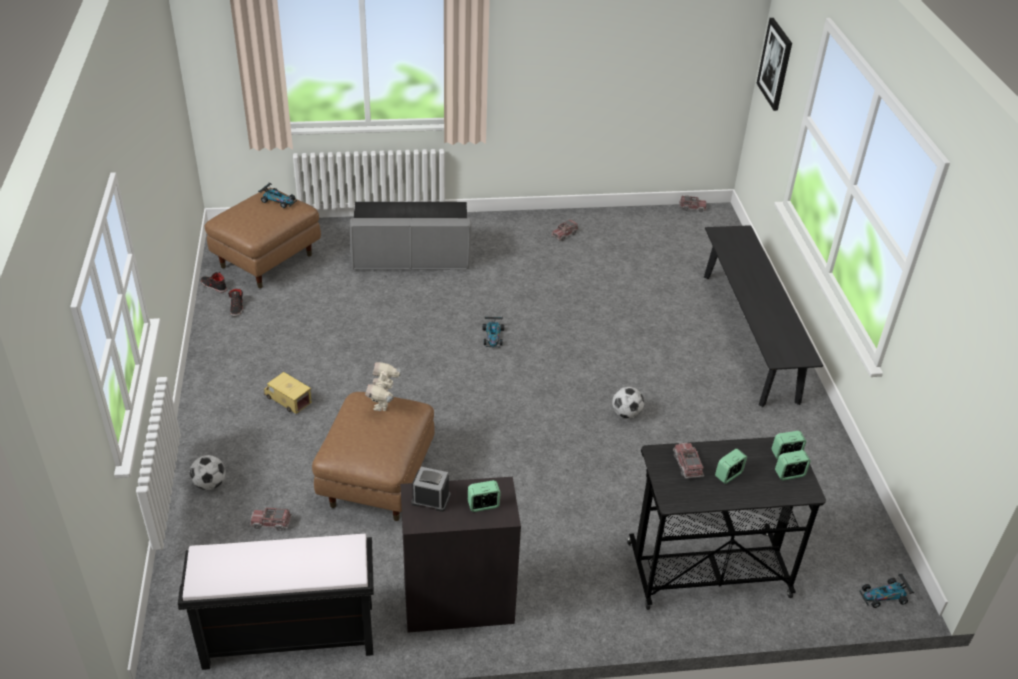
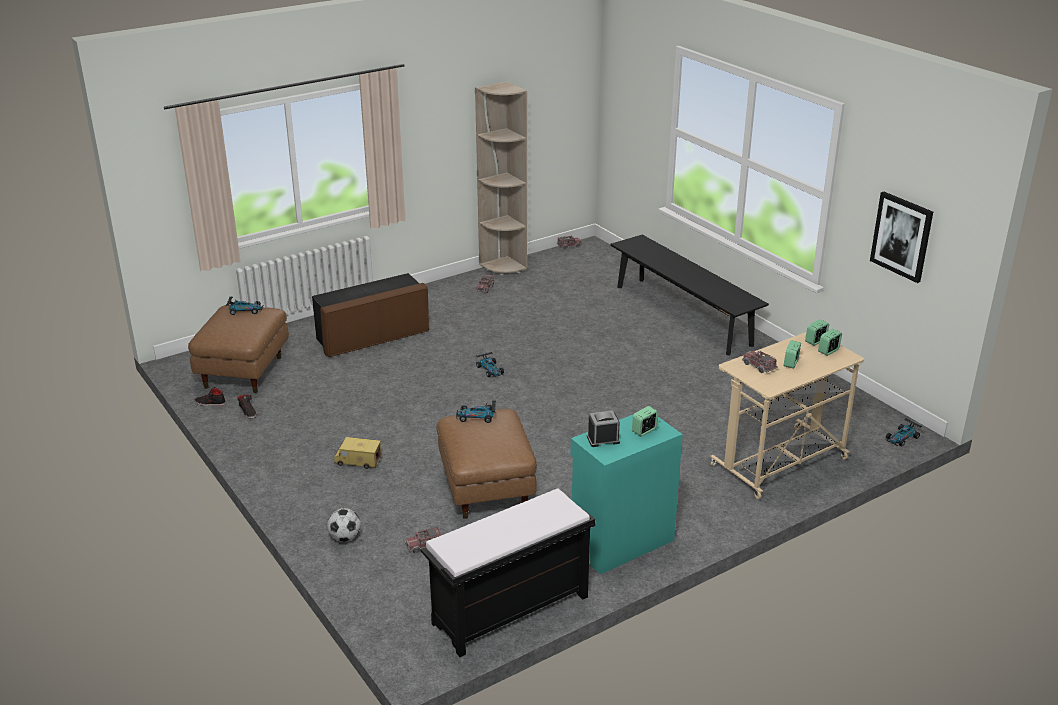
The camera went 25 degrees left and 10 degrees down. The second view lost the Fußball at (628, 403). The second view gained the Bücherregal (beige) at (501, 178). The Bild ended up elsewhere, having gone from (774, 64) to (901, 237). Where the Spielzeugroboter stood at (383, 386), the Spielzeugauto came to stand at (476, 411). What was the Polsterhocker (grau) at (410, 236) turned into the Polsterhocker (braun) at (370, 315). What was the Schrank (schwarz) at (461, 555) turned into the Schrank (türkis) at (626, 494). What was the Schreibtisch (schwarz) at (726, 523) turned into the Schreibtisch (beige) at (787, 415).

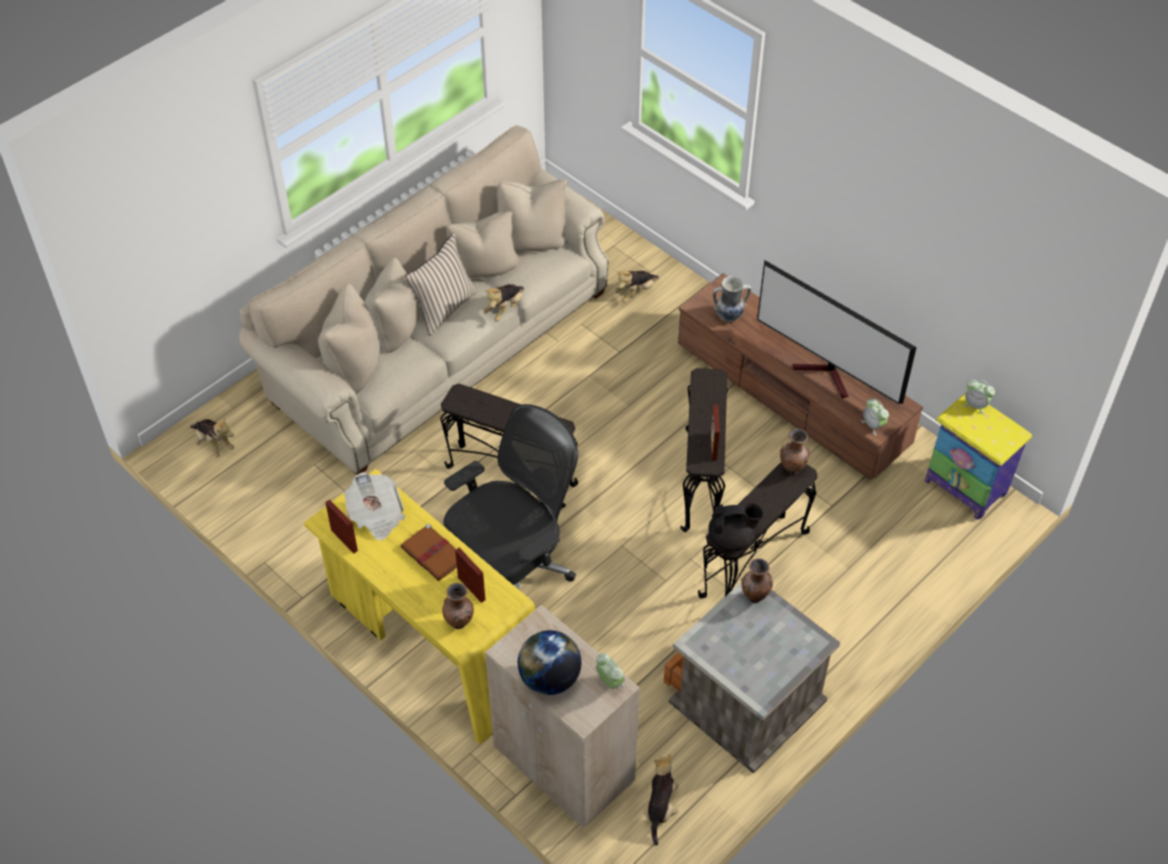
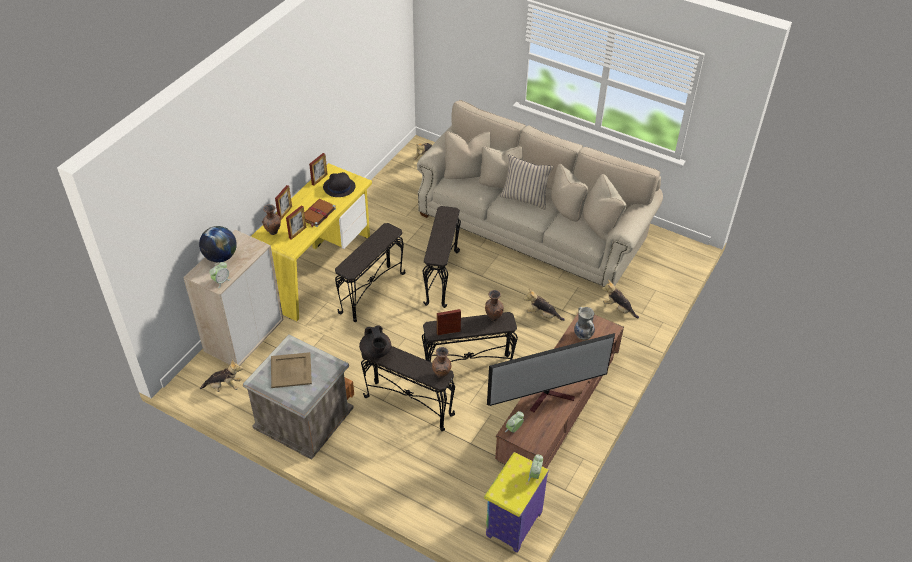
The camera went 75 degrees right and 5 degrees down. The second view gained the Tablett (beige) at (291, 370). The second view gained the Bilderrahmen at (283, 202). The Plüschtier ended up elsewhere, having gone from (503, 303) to (544, 305). The Vase (braun) ended up elsewhere, having gone from (757, 580) to (494, 305). Where the Zeitung stood at (374, 506), the Hut (schwarz) came to stand at (339, 184). Where the Bürostuhl stood at (511, 497), the Beistelltisch (schwarz) came to stand at (370, 272). The Fernseher at (837, 332) ended up facing another way, 135 degrees counterclockwise from before.

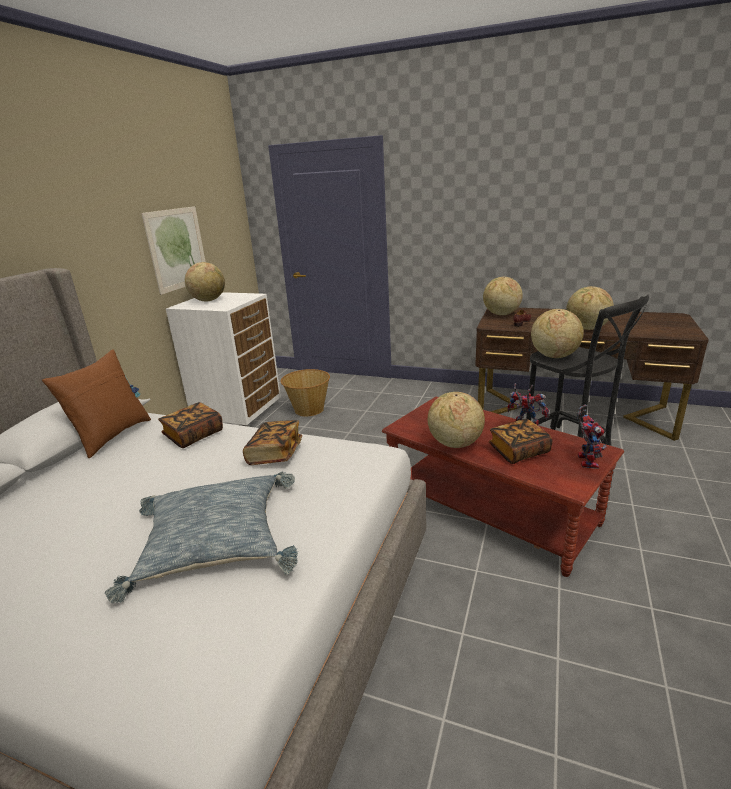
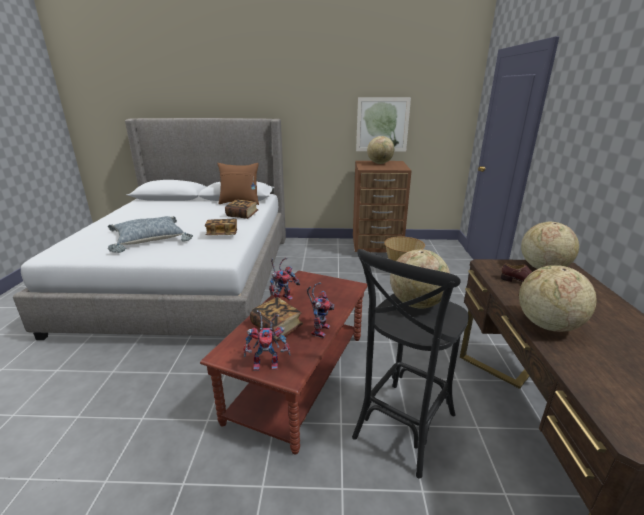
The camera went 70 degrees right and 0 degrees up. Where the Globus stood at (456, 420), the Spielzeugroboter came to stand at (284, 279). What was the Kommode (weiß) at (223, 359) turned into the Kommode (braun) at (382, 206).

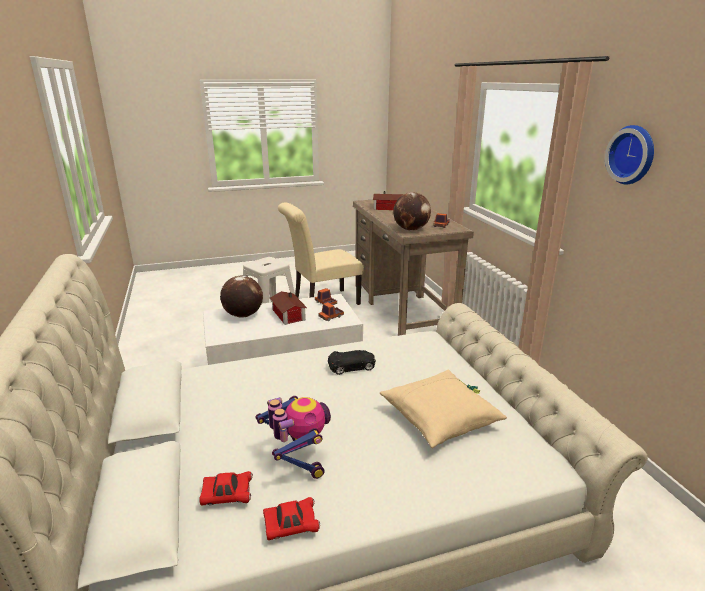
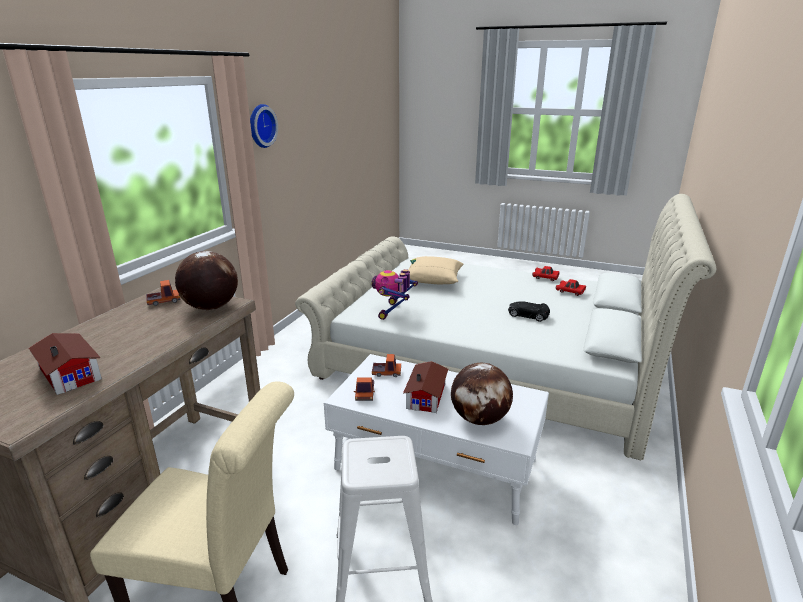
The camera went 140 degrees left and 0 degrees up. The Spielzeugroboter ended up elsewhere, having gone from (293, 437) to (395, 294). The Spielzeugauto (schwarz) ended up elsewhere, having gone from (352, 362) to (529, 311).

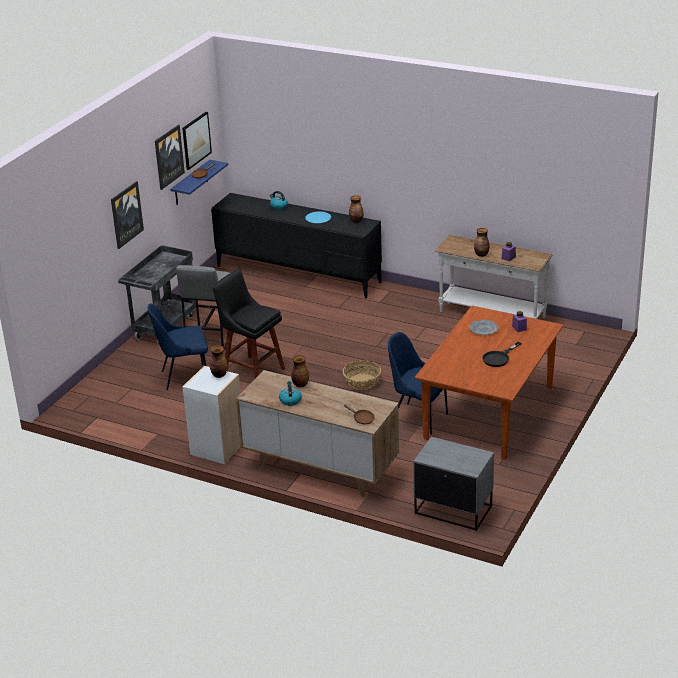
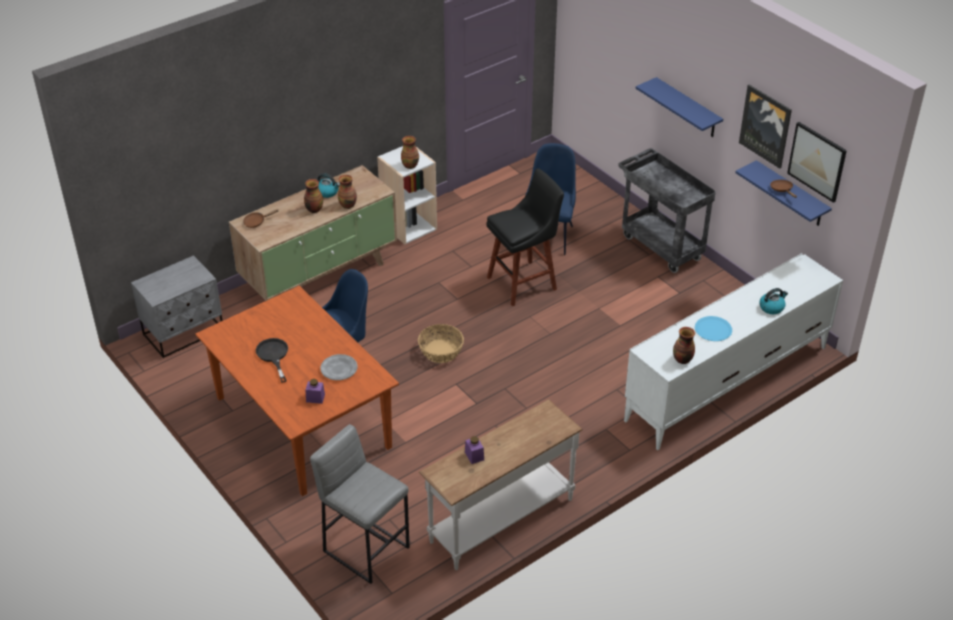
The camera went 115 degrees right and 10 degrees up. The Hocker (grau) ended up elsewhere, having gone from (205, 308) to (360, 504). The Vase ended up elsewhere, having gone from (481, 242) to (313, 196). Where the Bild hung at (127, 215), the Wandregal (blau) came to hang at (679, 107). What was the Schrank (schwarz) at (296, 246) turned into the Schrank (weiß) at (733, 351).

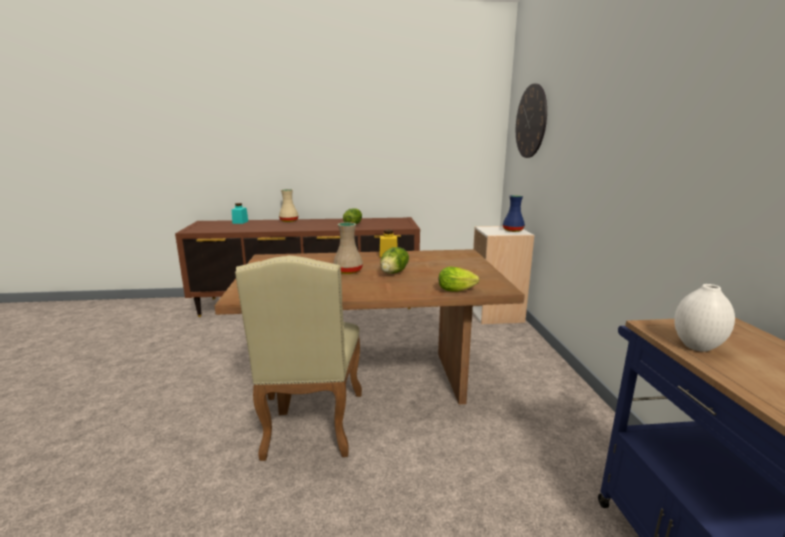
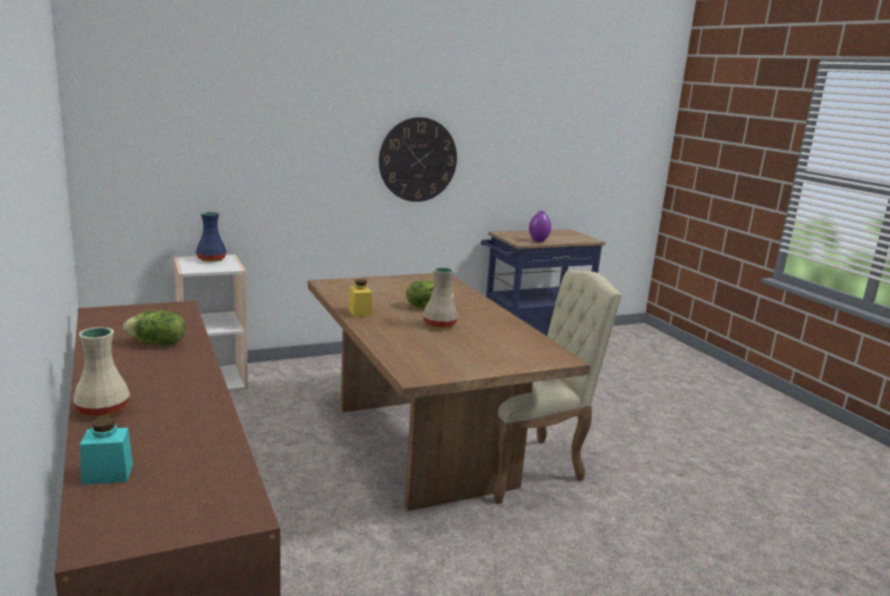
The camera went 110 degrees left and 0 degrees up. The second view lost the Salatkopf at (459, 279). The Wanduhr ended up elsewhere, having gone from (531, 121) to (418, 159). What was the Vase (weiß) at (704, 318) turned into the Vase (lila) at (540, 226).

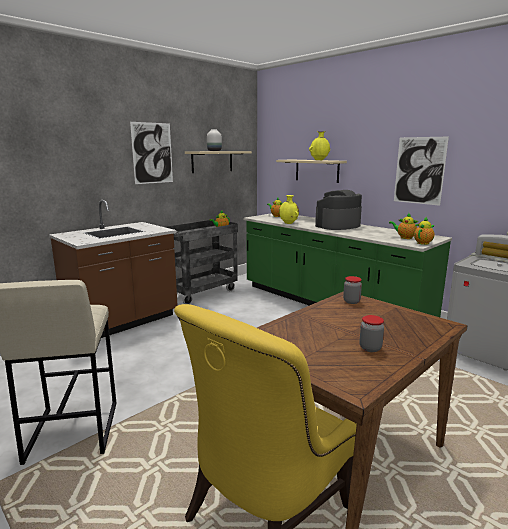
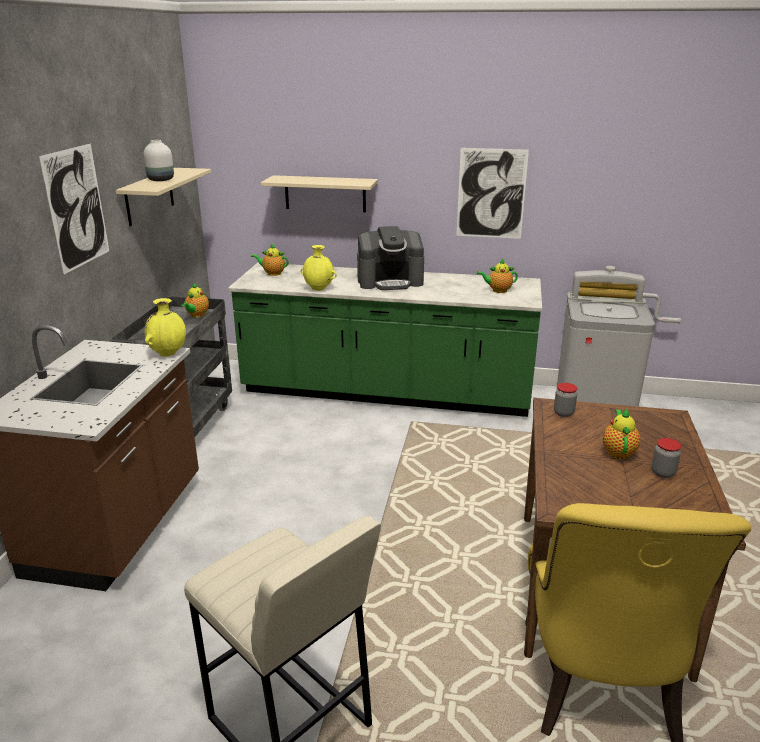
The camera went 35 degrees left and 10 degrees up. The Vase (gelb) ended up elsewhere, having gone from (319, 145) to (165, 327). The Teekanne ended up elsewhere, having gone from (424, 231) to (621, 434). The Kaffeemaschine at (338, 210) ended up facing another way, 120 degrees counterclockwise from before.

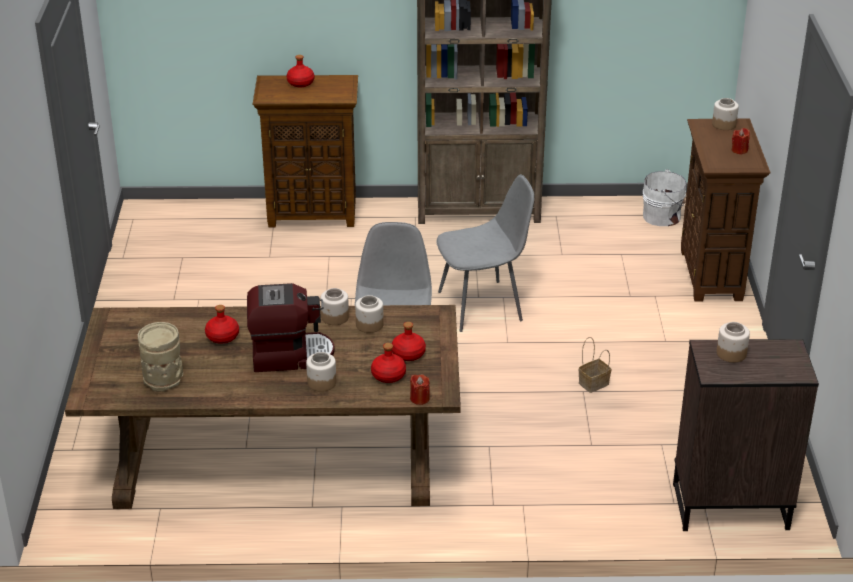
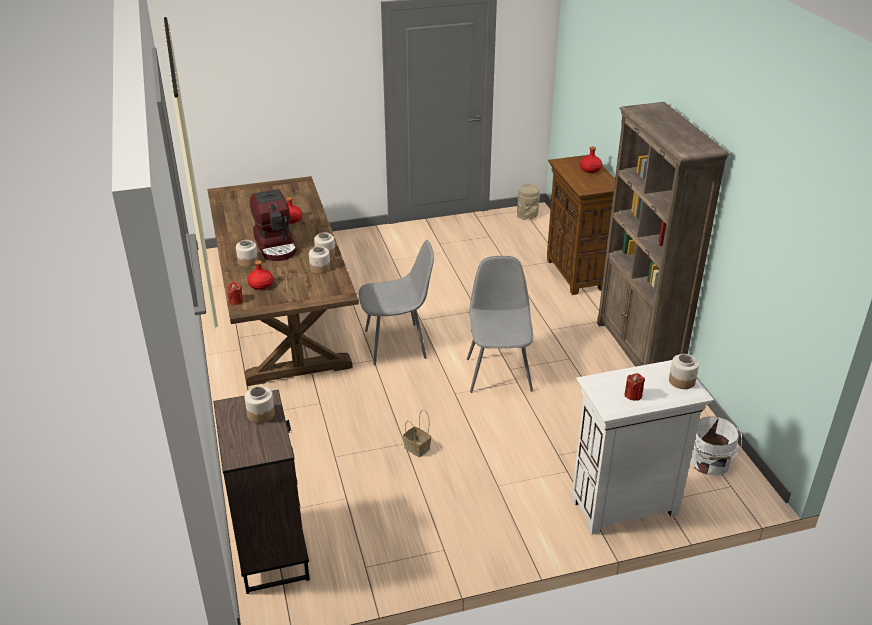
The camera went 75 degrees right and 0 degrees up. The second view lost the Flasche (rot) at (409, 341). The Vase (beige) ended up elsewhere, having gone from (160, 357) to (528, 202). What was the Schrank (braun) at (725, 210) turned into the Schrank (weiß) at (643, 447). The Stuhl (grau) at (485, 253) ended up facing another way, 150 degrees counterclockwise from before.

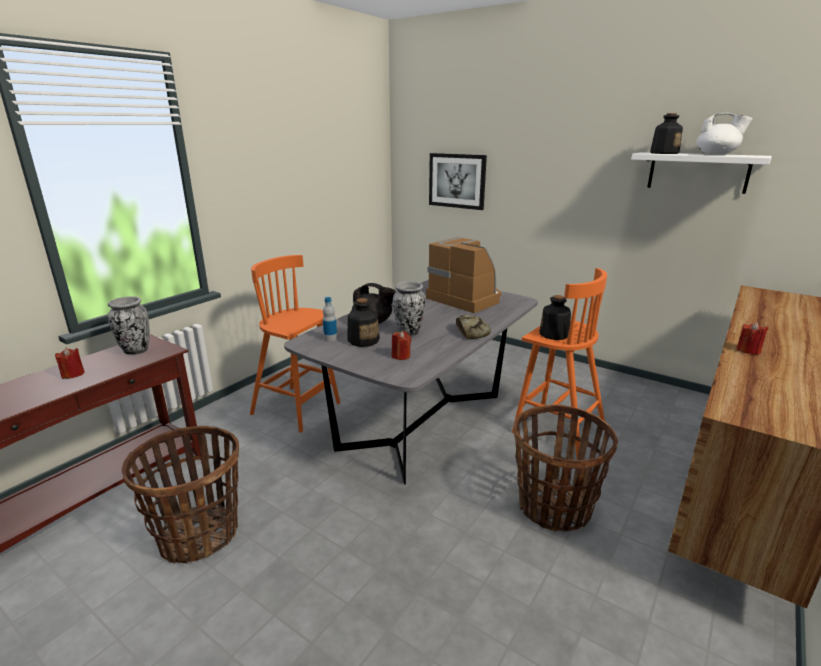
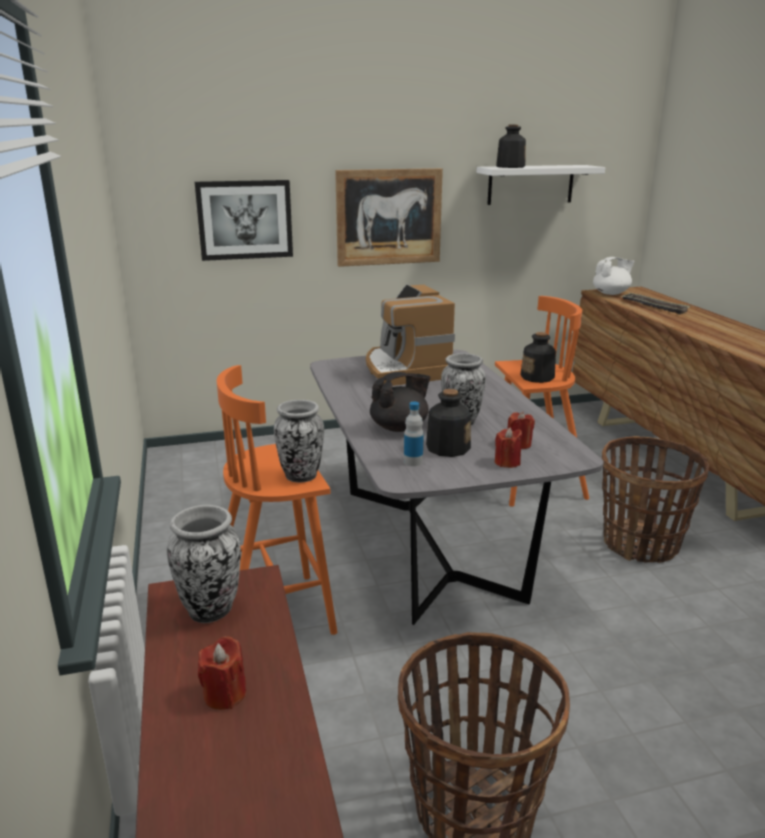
The camera went 50 degrees left and 0 degrees up. The second view lost the Brot at (473, 327). The second view gained the Vase at (299, 441). The second view gained the Bild at (389, 217). The second view gained the Tablett at (656, 303). The Teekanne (weiß) ended up elsewhere, having gone from (724, 134) to (614, 276). The Kerze (rot) ended up elsewhere, having gone from (752, 338) to (508, 447). The Kaffeemaschine at (463, 275) ended up facing another way, 105 degrees counterclockwise from before.

